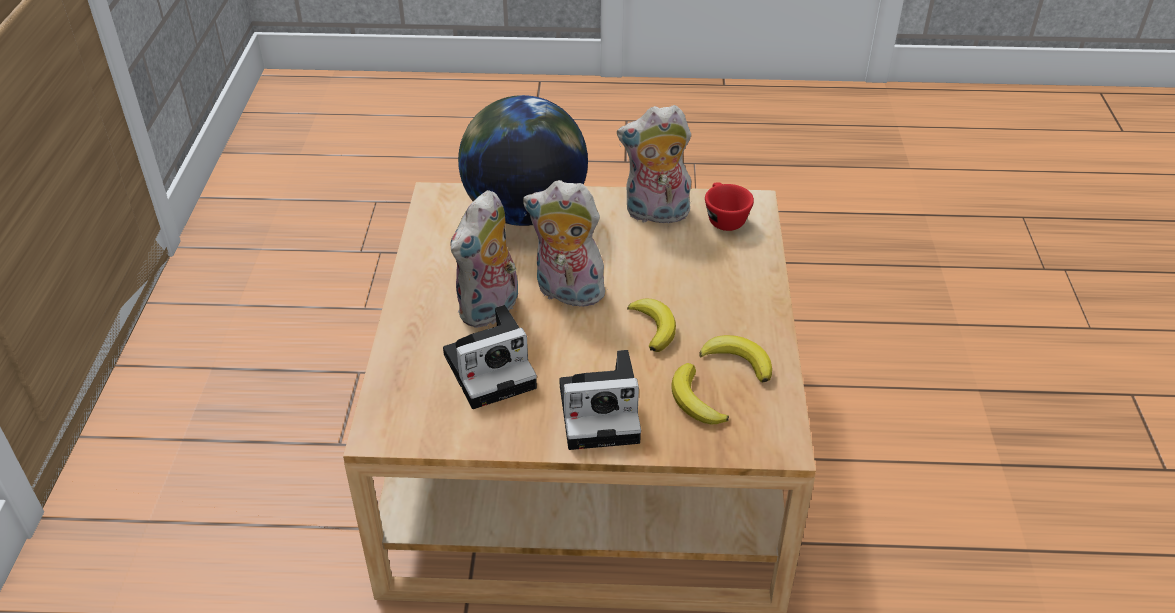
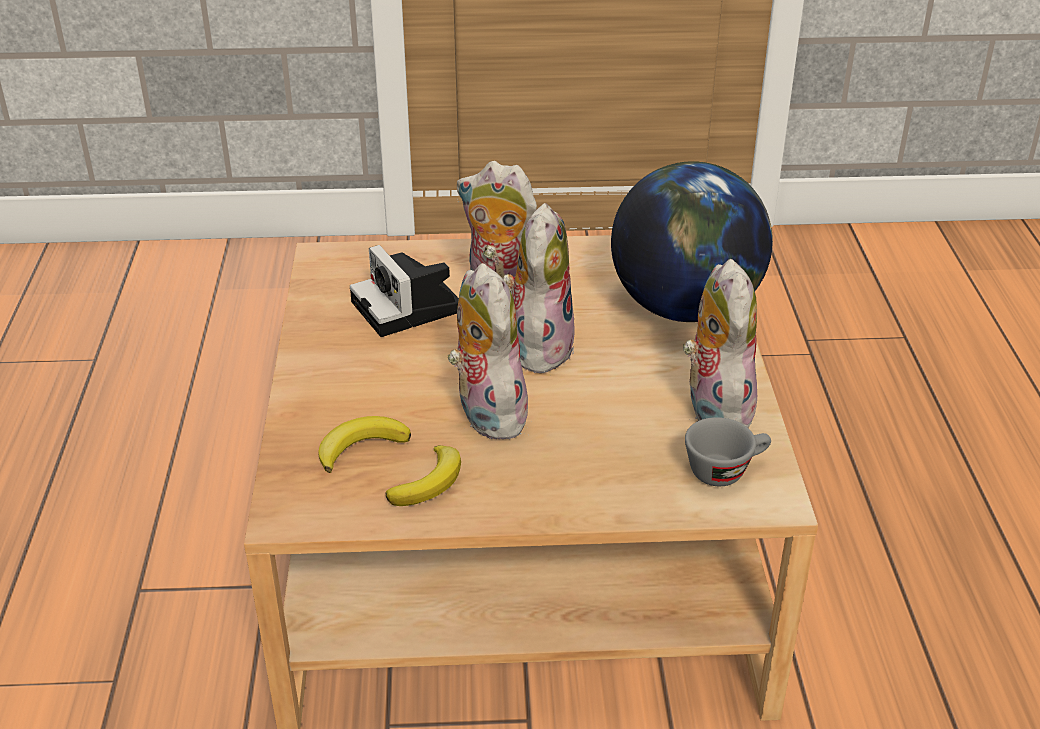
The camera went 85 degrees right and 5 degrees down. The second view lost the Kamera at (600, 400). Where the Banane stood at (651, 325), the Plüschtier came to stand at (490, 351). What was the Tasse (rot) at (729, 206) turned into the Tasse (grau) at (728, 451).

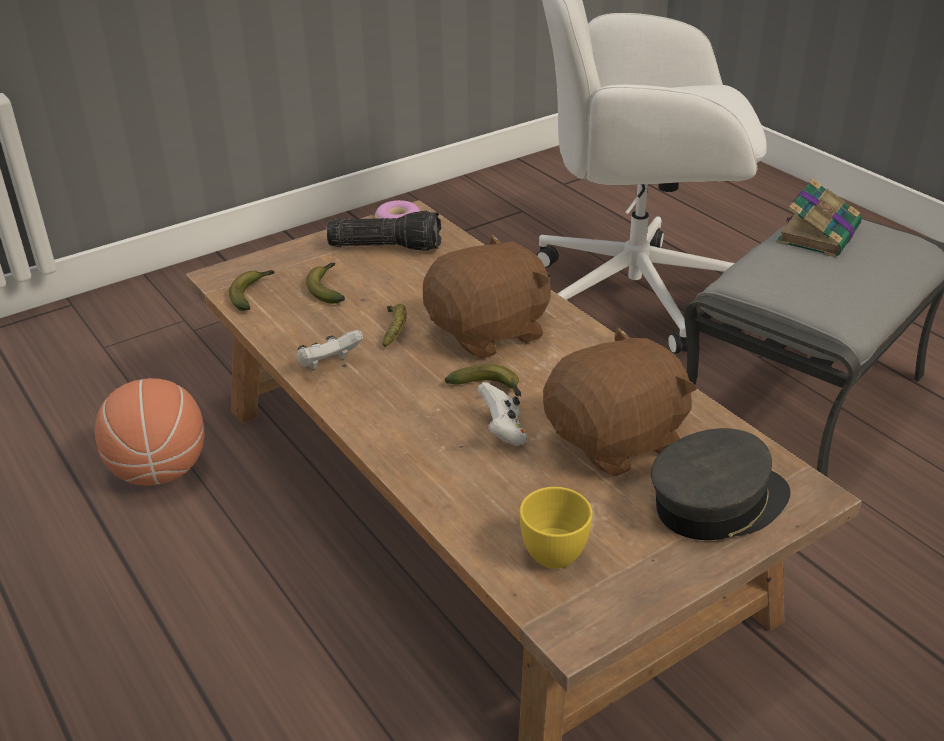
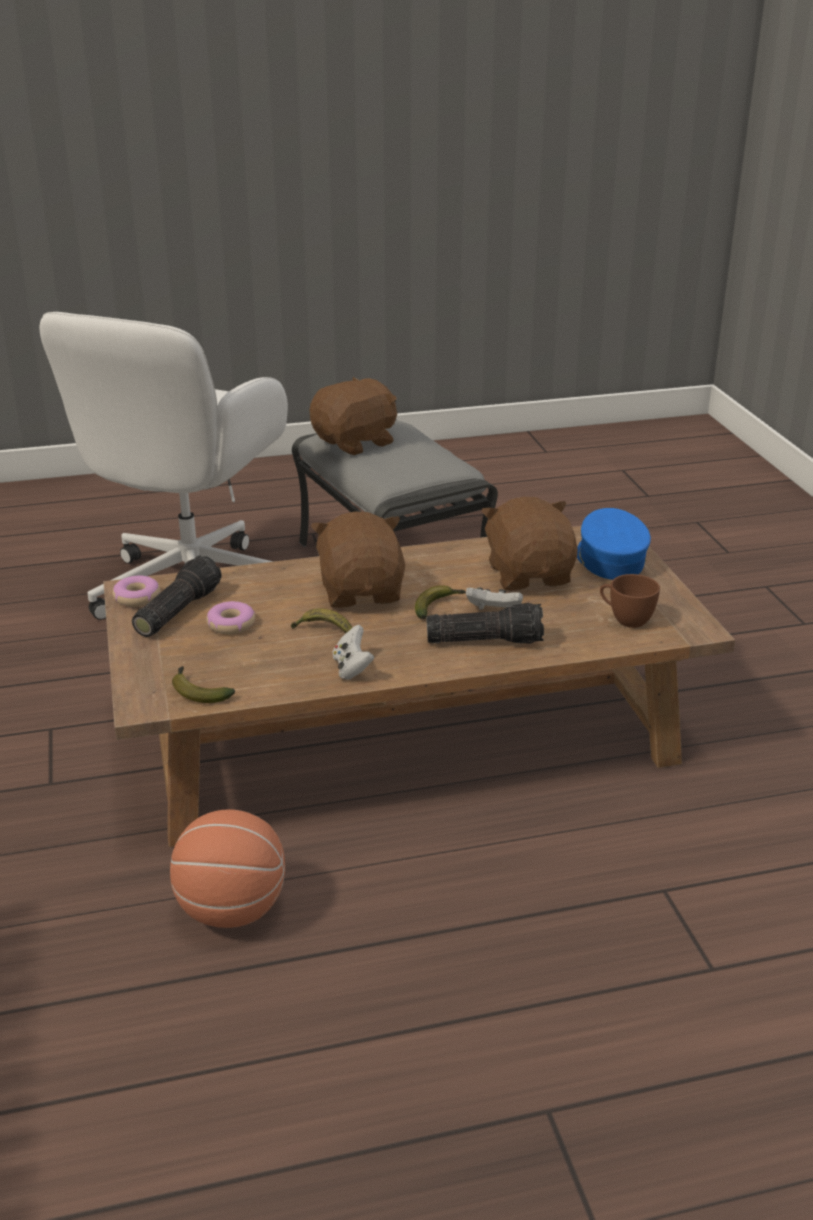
The camera went 70 degrees left and 5 degrees down. The second view lost the Banane at (325, 283). The second view gained the Donut at (230, 617). The second view gained the Taschenlampe at (485, 623). Where the Buch stood at (819, 217), the Plüschtier (braun) came to stand at (353, 416). What was the Tasse (gelb) at (556, 528) turned into the Tasse (braun) at (630, 601). What was the Kappe (grau) at (720, 484) turned into the Kappe (blau) at (614, 544).

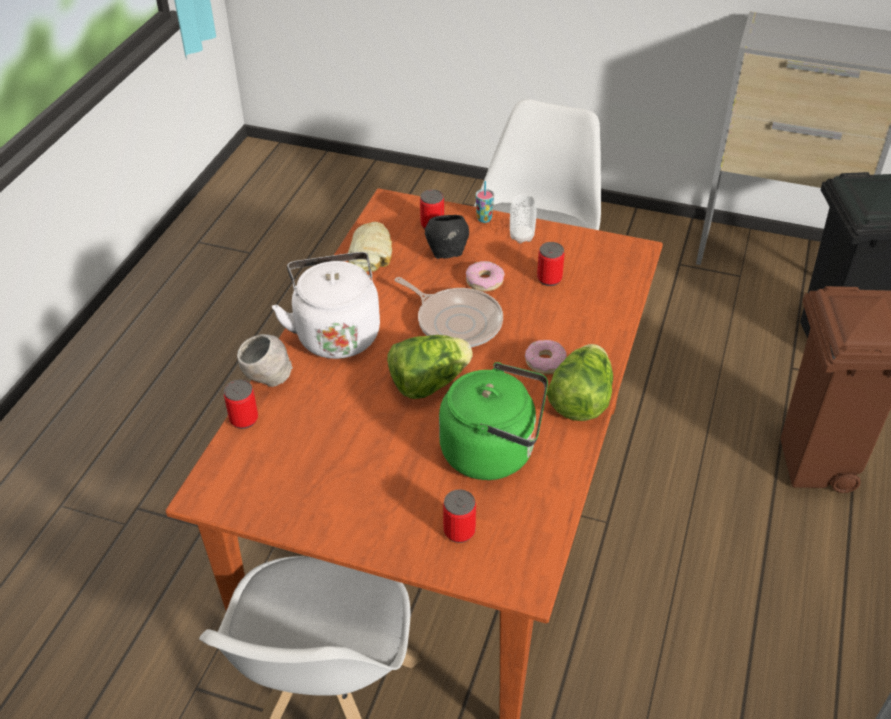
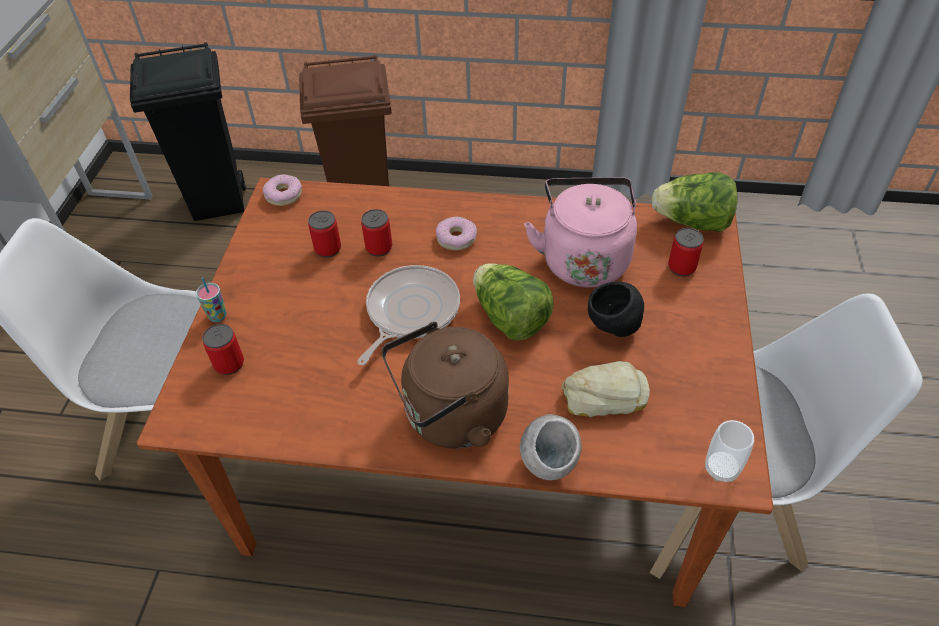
The camera went 100 degrees left and 5 degrees up. The Dose ended up elsewhere, having gone from (241, 404) to (376, 232). The Brot ended up elsewhere, having gone from (370, 246) to (606, 389). The Schüssel (schwarz) ended up elsewhere, having gone from (447, 237) to (616, 309). The Donut ended up elsewhere, having gone from (485, 276) to (282, 190). The Tasse ended up elsewhere, having gone from (523, 219) to (729, 451). The Salatkopf ended up elsewhere, having gone from (580, 382) to (694, 202). What was the Wasserkessel (weiß) at (326, 305) turned into the Wasserkessel (braun) at (445, 385). What was the Wasserkessel (grün) at (493, 421) turned into the Wasserkessel (rosa) at (580, 232).

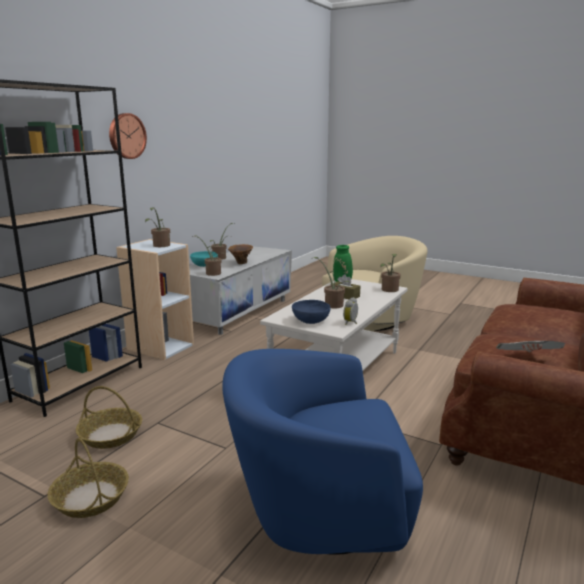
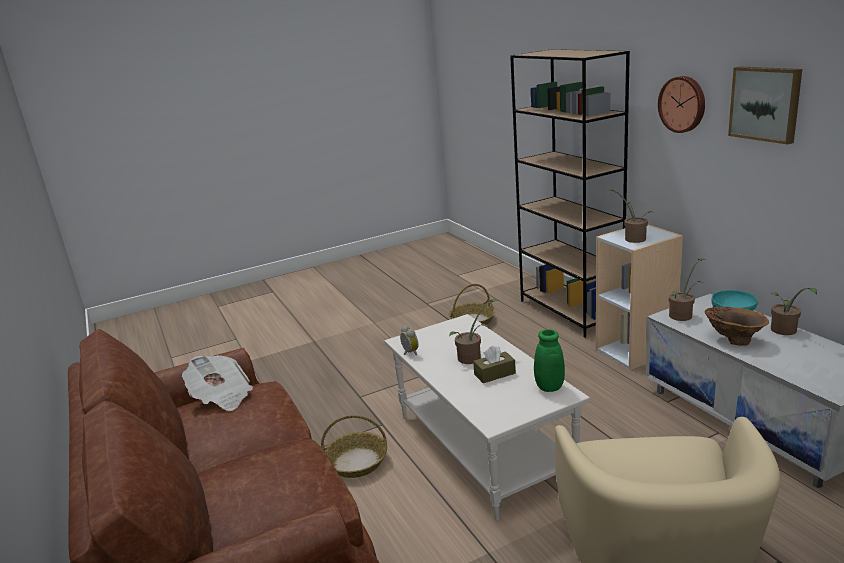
The camera went 125 degrees right and 5 degrees up. The second view lost the Sessel (blau) at (322, 452). The second view lost the Schüssel (blau) at (311, 312). The second view lost the Topfpflanze at (391, 273). The second view gained the Bild at (765, 105). The Korb ended up elsewhere, having gone from (88, 478) to (354, 446).

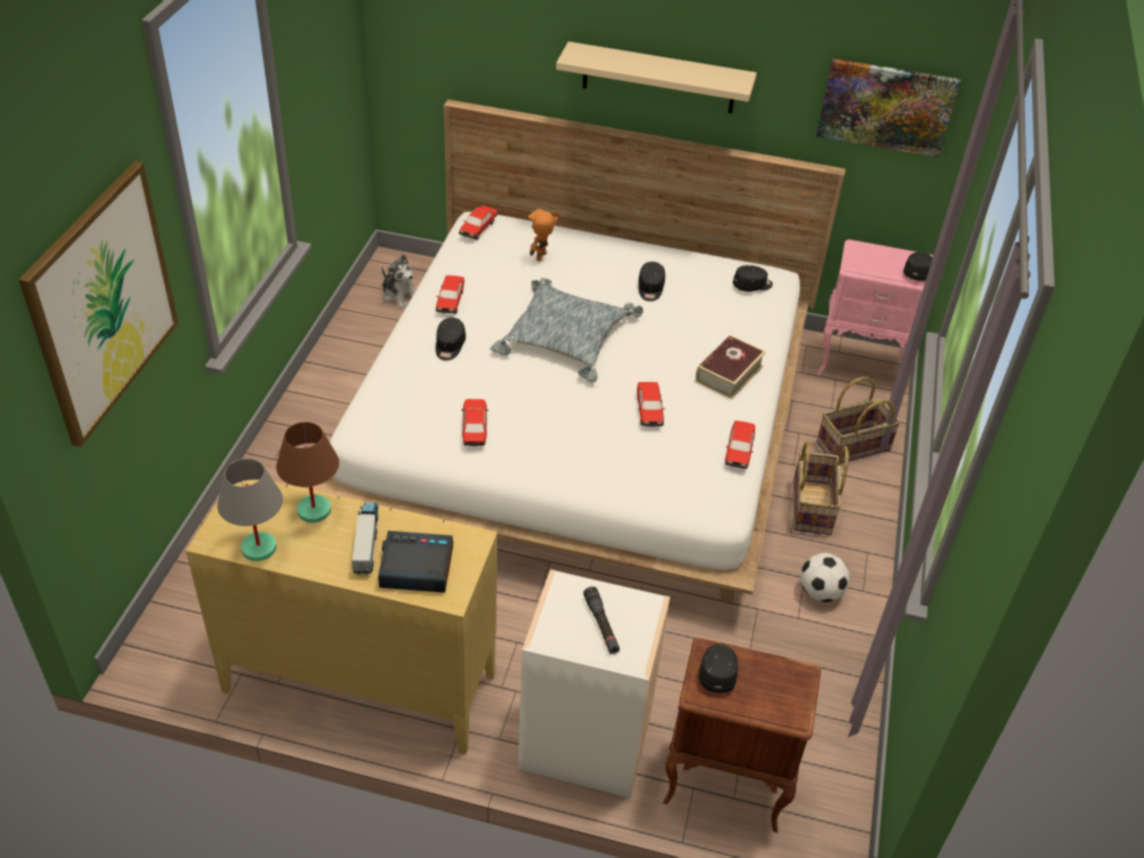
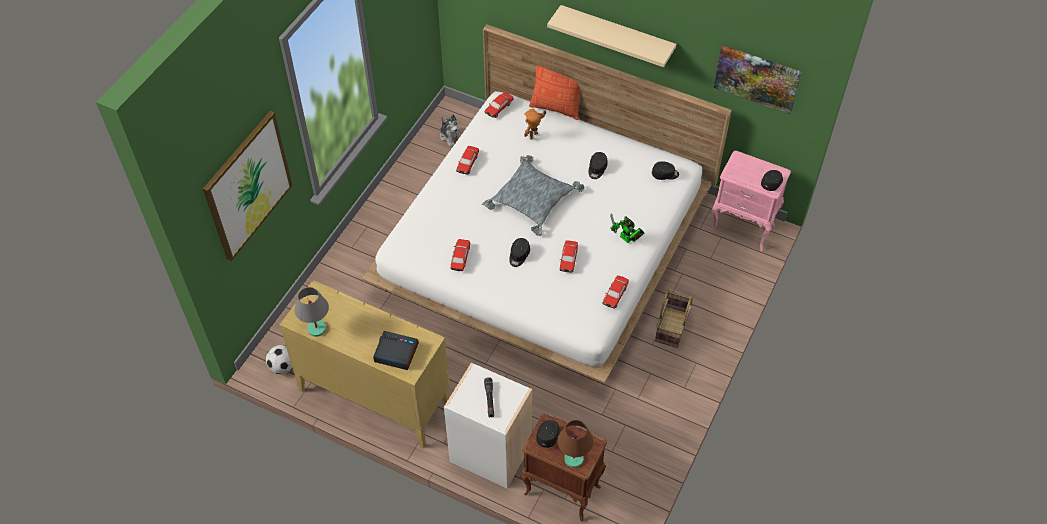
The camera went 15 degrees right and 10 degrees up. The second view lost the Spielzeuglaster at (365, 538). The second view lost the Korb at (859, 420). The second view gained the Kissen (orange) at (554, 92). The Tischlampe (braun) ended up elsewhere, having gone from (307, 472) to (575, 444). The Kappe (schwarz) ended up elsewhere, having gone from (451, 339) to (519, 252). The Fußball ended up elsewhere, having gone from (825, 577) to (279, 359). Where the Buch stood at (730, 367), the Spielzeugroboter came to stand at (627, 228).

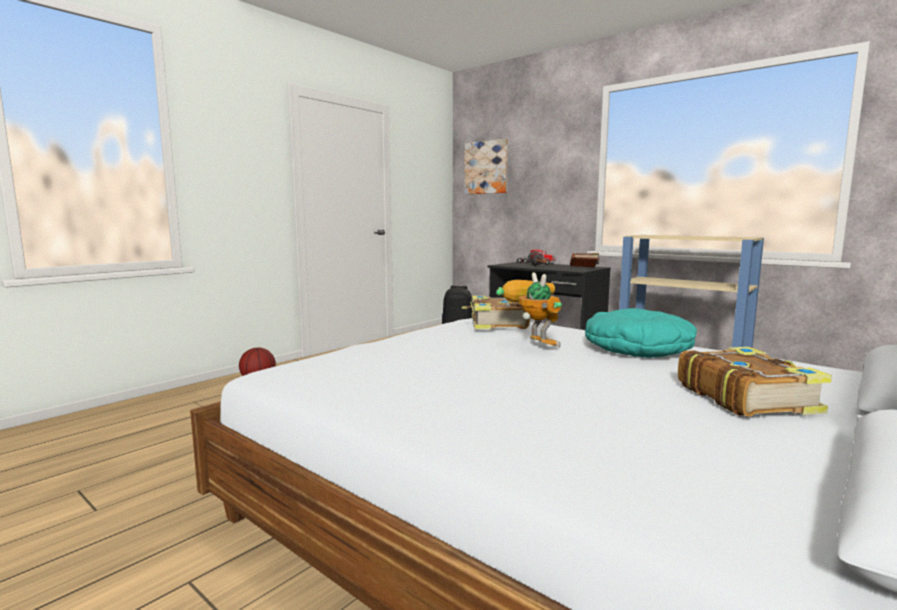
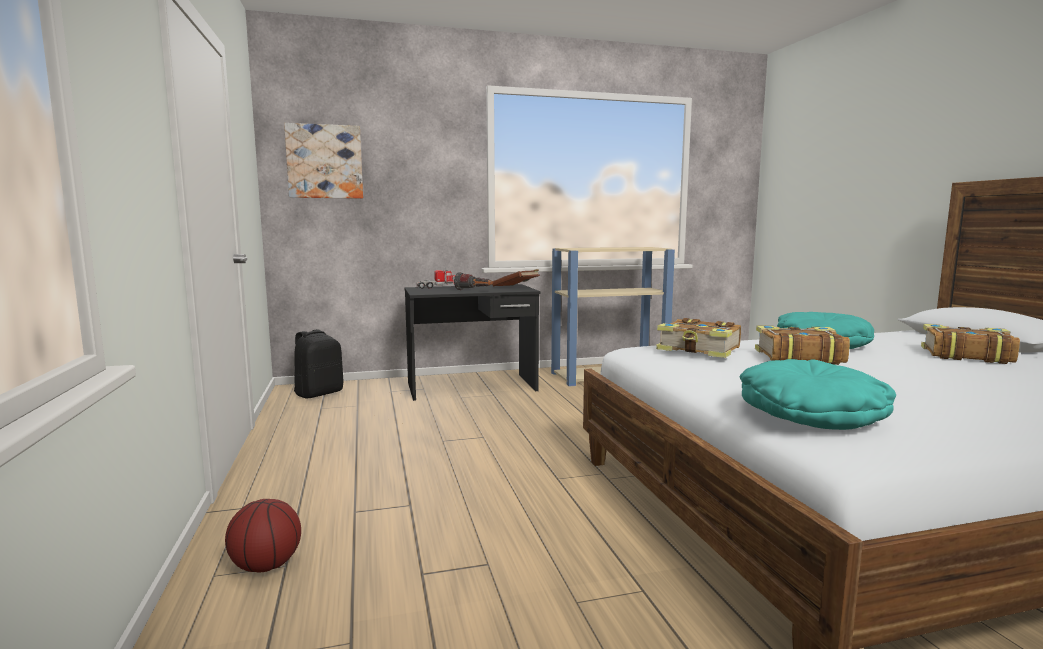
The camera went 55 degrees left and 0 degrees up. The second view gained the Kissen (türkis) at (818, 394). Where the Spielzeugroboter stood at (529, 310), the Buch came to stand at (802, 345).

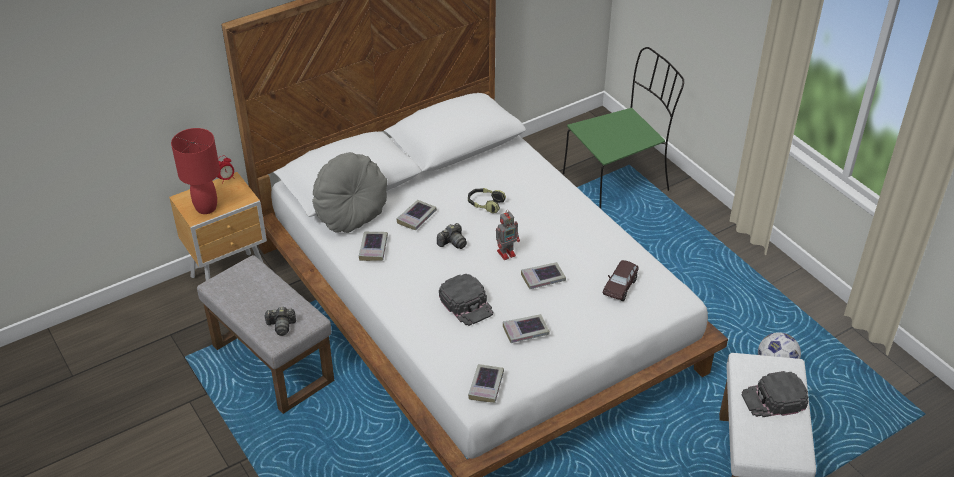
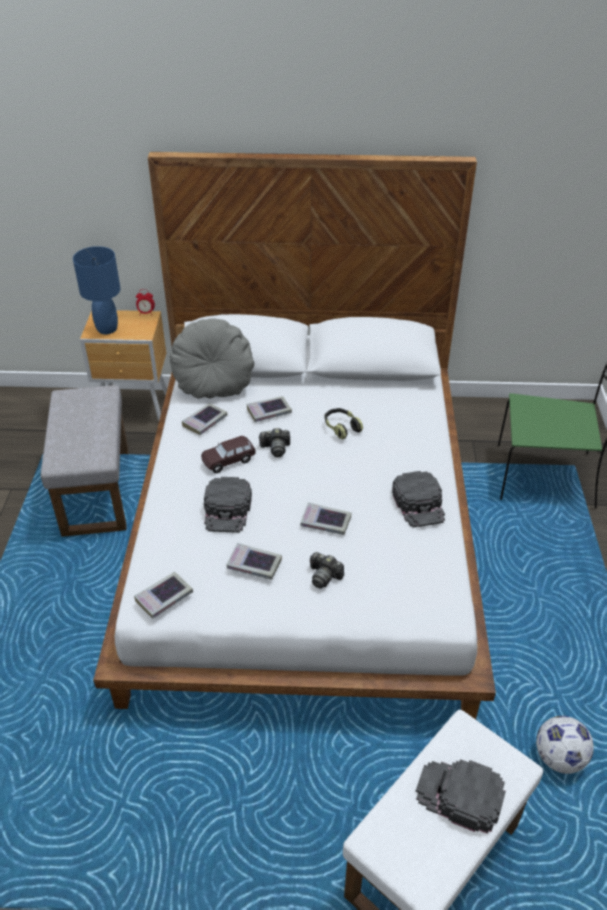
The camera went 35 degrees right and 0 degrees up. The second view lost the Spielzeugroboter at (508, 235). The second view gained the Kappe (schwarz) at (418, 499). The Kamera ended up elsewhere, having gone from (280, 321) to (327, 570). The Spielzeugauto (braun) ended up elsewhere, having gone from (621, 280) to (228, 454). What was the Tischlampe (rot) at (195, 171) turned into the Tischlampe (blau) at (96, 290).

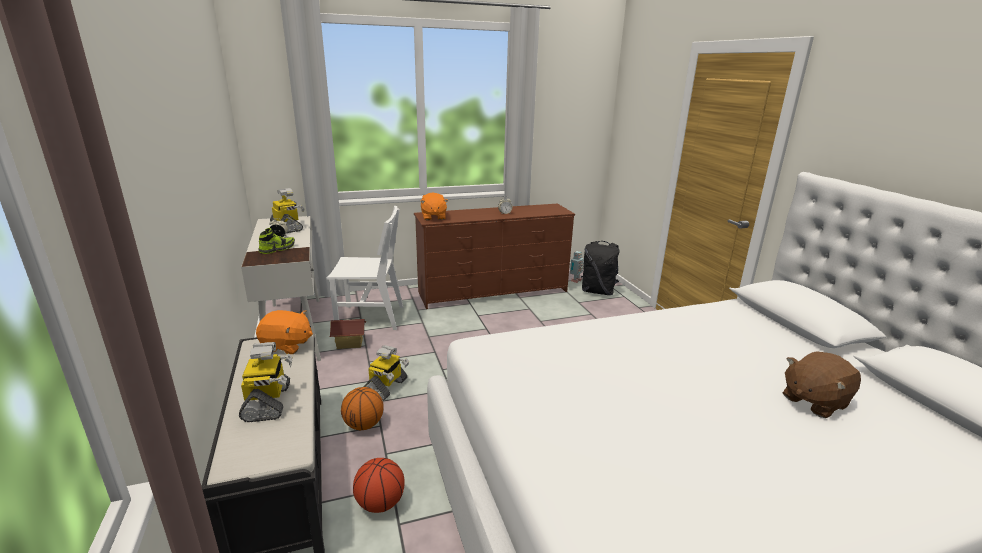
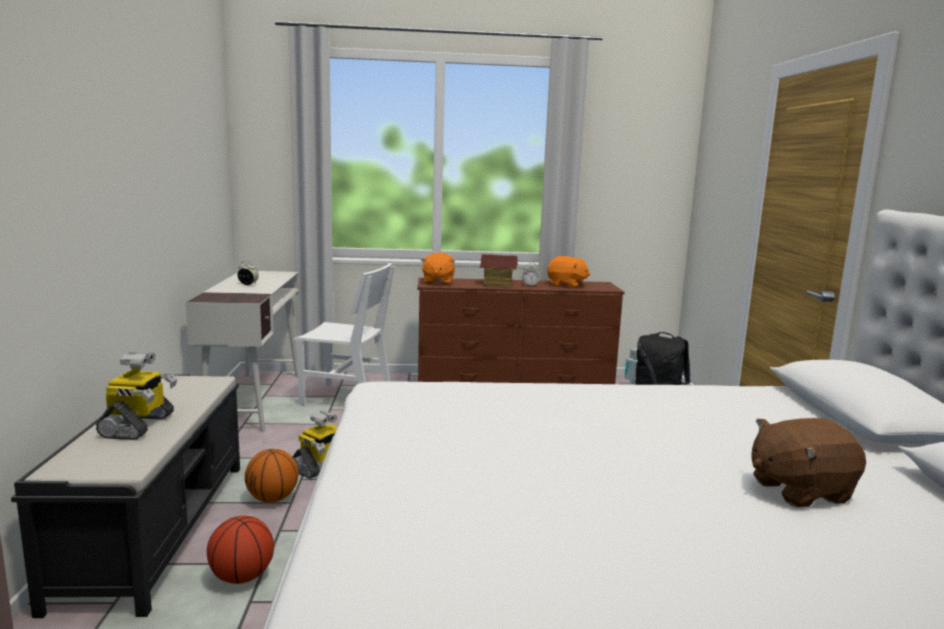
The camera went 15 degrees right and 10 degrees down. The second view lost the Schuh at (276, 241). The second view lost the Spielzeugroboter at (287, 210). The Plüschtier (orange) ended up elsewhere, having gone from (284, 332) to (569, 272). The Spielzeughaus ended up elsewhere, having gone from (348, 334) to (499, 270).

